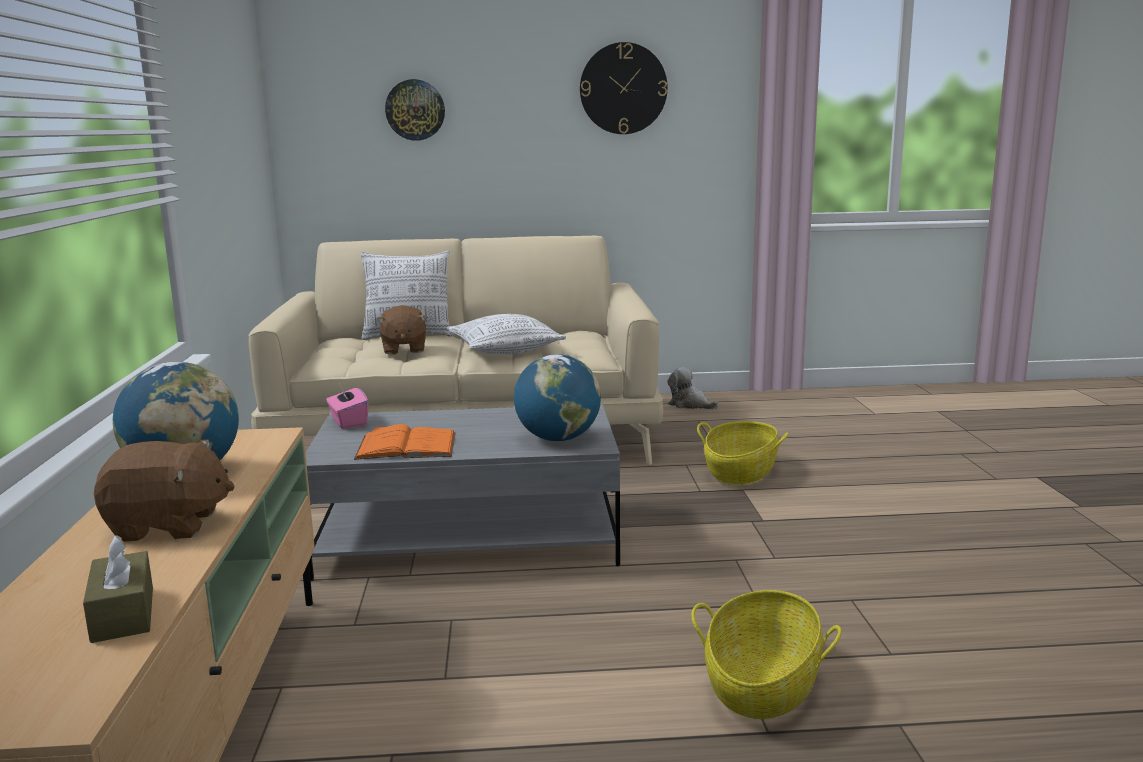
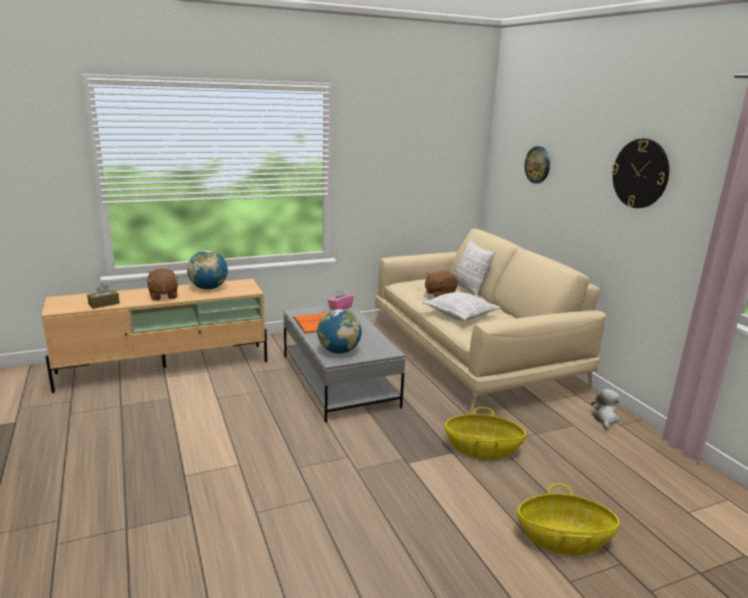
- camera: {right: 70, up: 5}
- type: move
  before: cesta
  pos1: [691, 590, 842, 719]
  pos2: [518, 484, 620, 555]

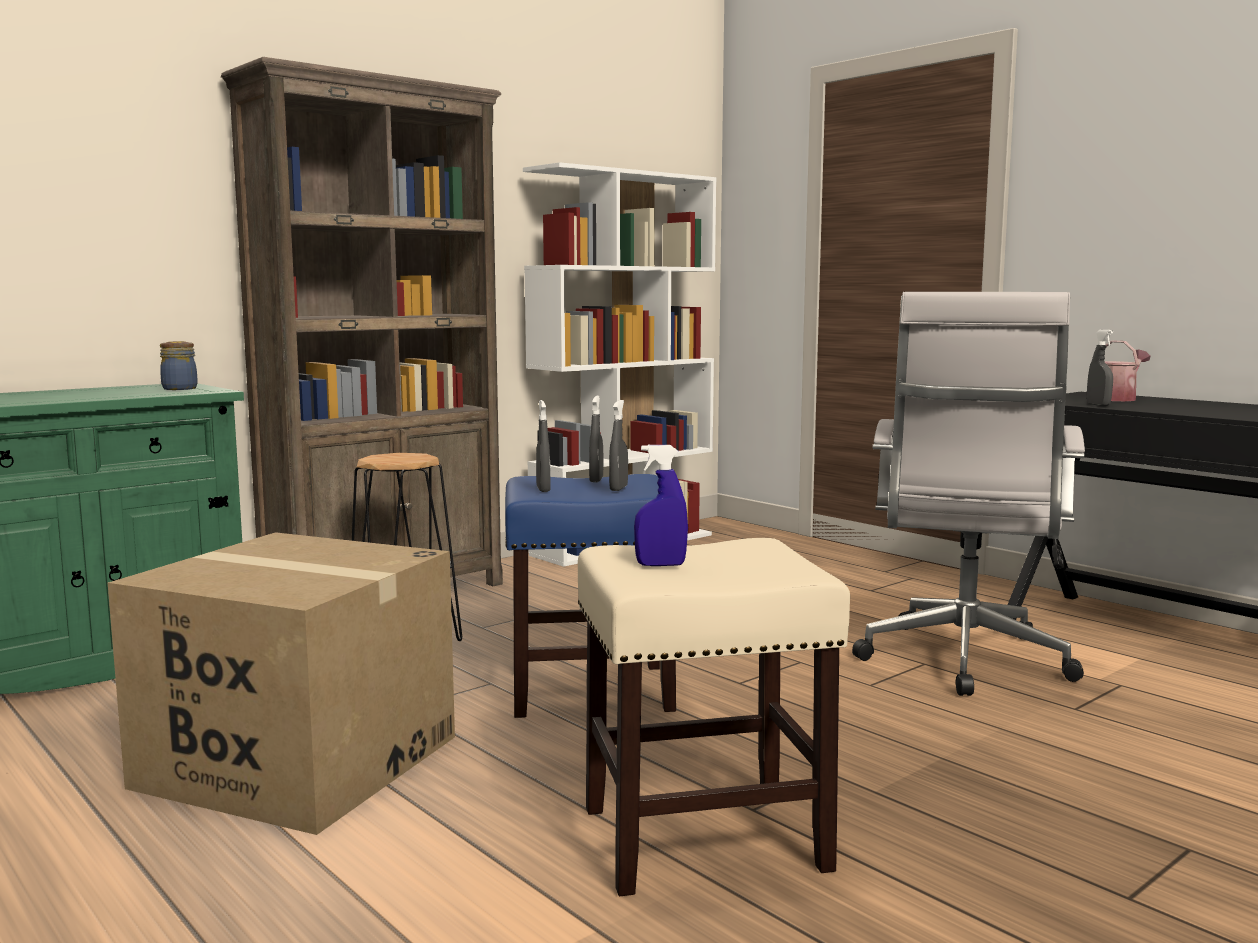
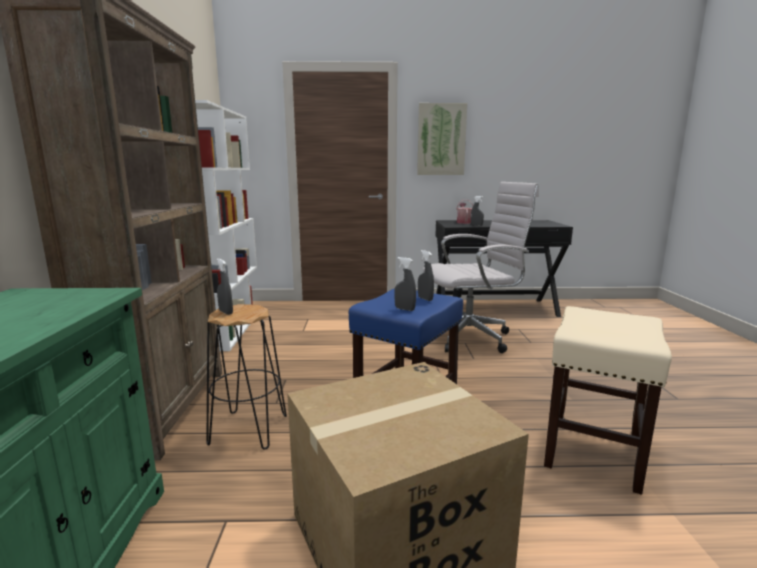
- camera: {right: -50, up: 5}
- type: delete
  before: tarro
  pos1: [160, 341, 198, 390]
- type: delete
  before: pulverizador (azul)
  pos1: [634, 445, 688, 566]
- type: insert
  after: cuadro
  pos2: [417, 103, 467, 175]
- type: move
  before: pulverizador (gris)
  pos1: [589, 396, 603, 482]
  pos2: [216, 259, 233, 315]
- type: rotate
  before: silla de oficina (blanco)
  pos1: [852, 292, 1085, 696]
  pos2: [423, 182, 539, 353]
  turn: -75

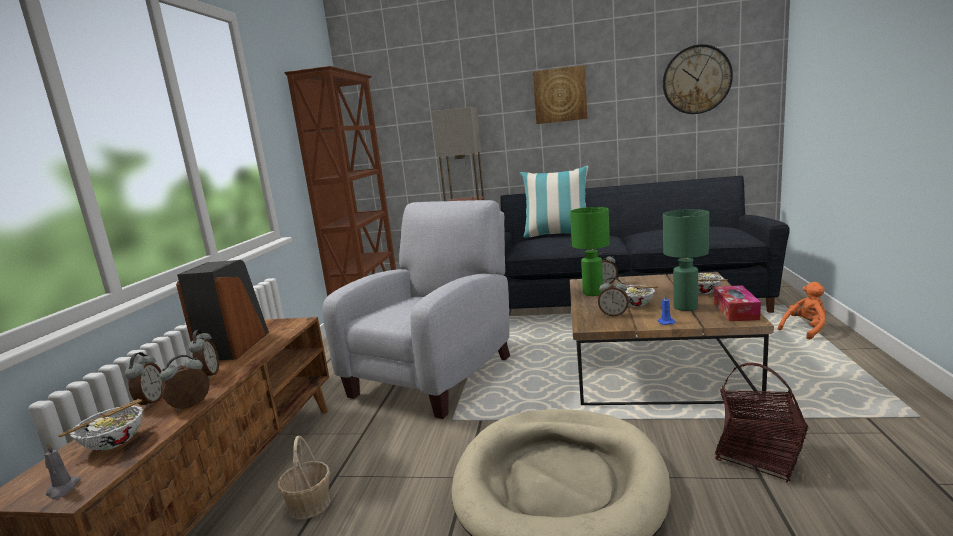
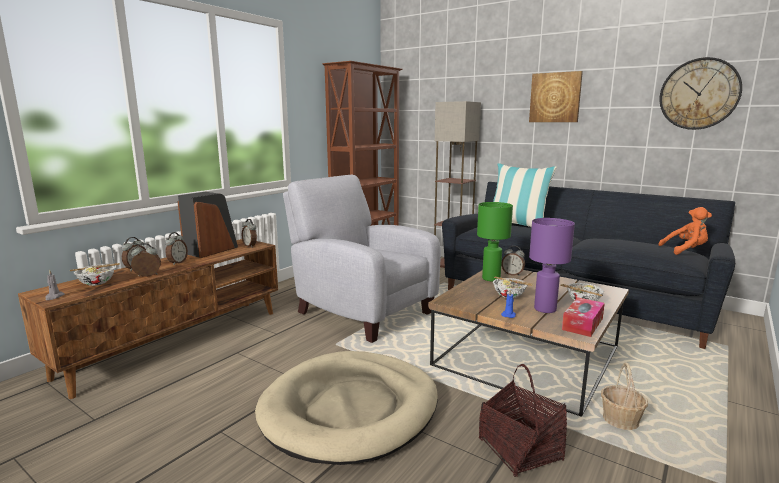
- camera: {right: 25, up: 0}
- type: move
  before: cesta
  pos1: [277, 436, 331, 520]
  pos2: [601, 363, 648, 430]
- type: move
  before: despertador
  pos1: [598, 277, 629, 316]
  pos2: [242, 219, 257, 248]
- type: move
  before: peluche (naranja)
  pos1: [778, 282, 826, 339]
  pos2: [658, 207, 712, 255]
- type: recolor
  before: lámpara de mesa (verde)
  after: lámpara de mesa (morado)
  pos1: [663, 209, 709, 311]
  pos2: [529, 218, 575, 313]
- type: rotate
  before: sillón (gris)
  pos1: [322, 200, 510, 419]
  pos2: [283, 175, 441, 343]
  turn: -105

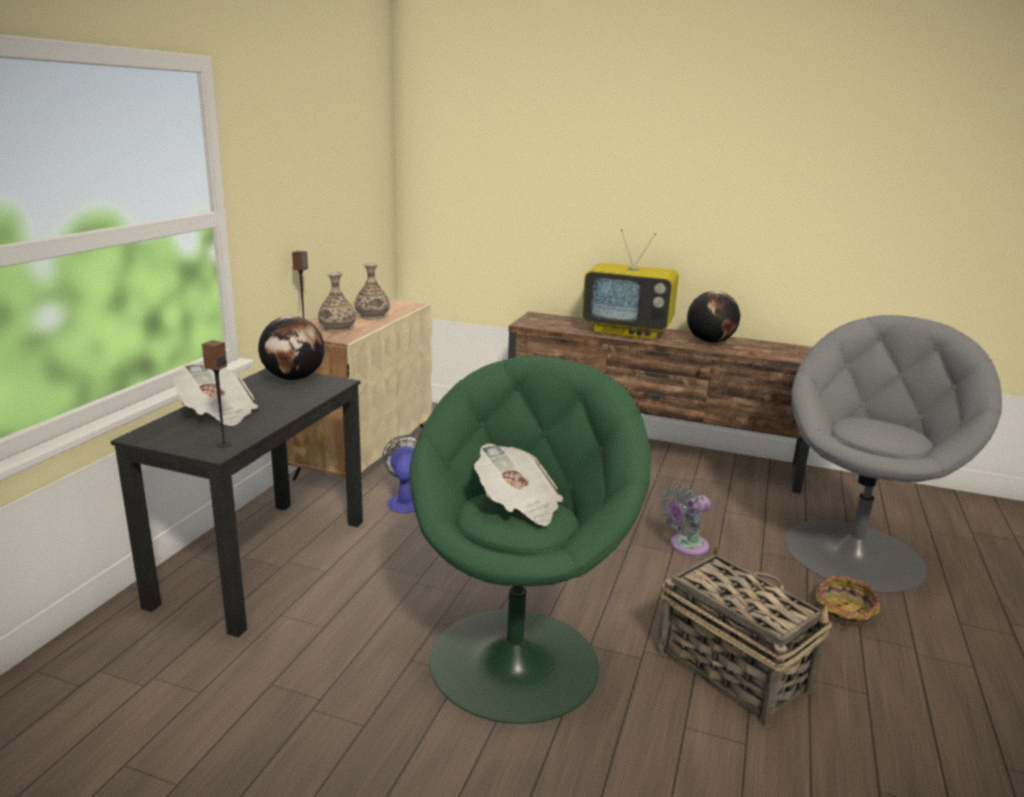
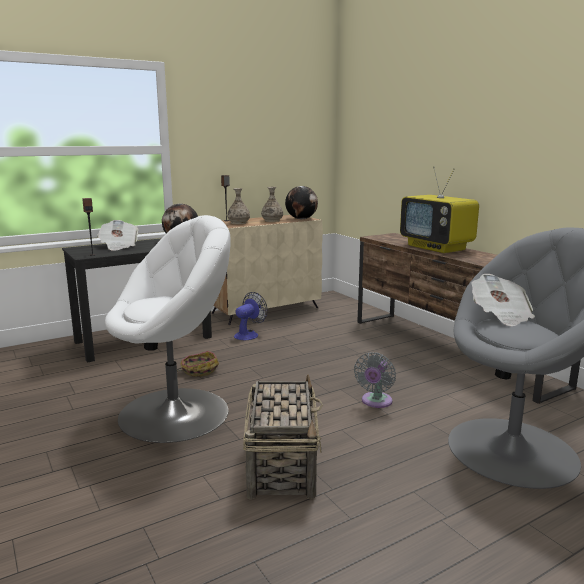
- camera: {right: 40, up: -5}
- type: move
  before: periódico
  pos1: [474, 443, 563, 526]
  pos2: [471, 274, 535, 326]
- type: move
  before: globo terráqueo
  pos1: [687, 291, 740, 343]
  pos2: [285, 186, 318, 219]
- type: move
  before: cesta
  pos1: [816, 576, 880, 627]
  pos2: [177, 351, 219, 377]
- type: recolor
  before: sillón (verde)
  after: sillón (blanco)
  pos1: [410, 356, 651, 724]
  pos2: [105, 215, 230, 443]
- type: rotate
  before: ventilador (gris)
  pos1: [662, 484, 711, 556]
  pos2: [354, 352, 396, 408]
  turn: -75

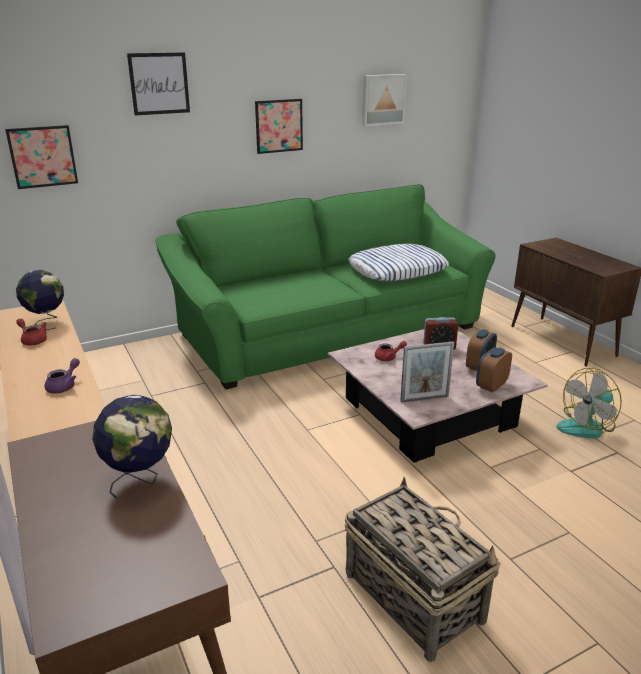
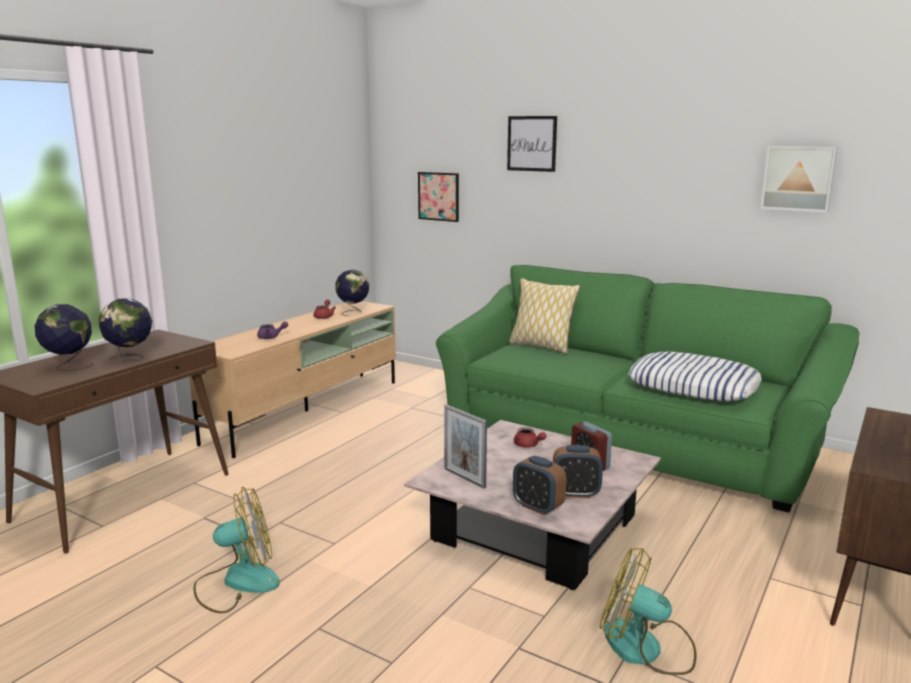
- camera: {right: 60, up: -10}
- type: delete
  before: cuadro
  pos1: [255, 99, 303, 154]
- type: insert
  after: globo terráqueo
  pos2: [35, 304, 93, 371]
- type: insert
  after: cojín
  pos2: [509, 278, 580, 354]
- type: replace
  before: cesta
  after: ventilador
  pos1: [345, 477, 501, 662]
  pos2: [193, 487, 280, 613]
- type: rotate
  before: despertador
  pos1: [476, 347, 512, 393]
  pos2: [513, 456, 566, 515]
  turn: -150

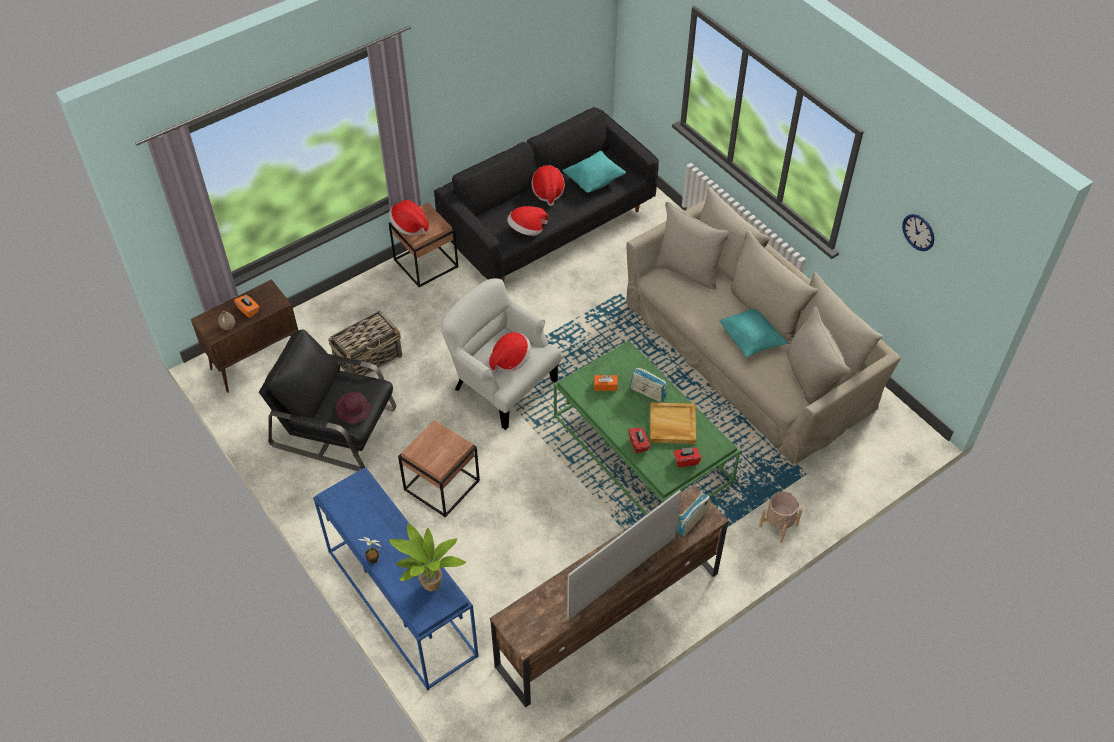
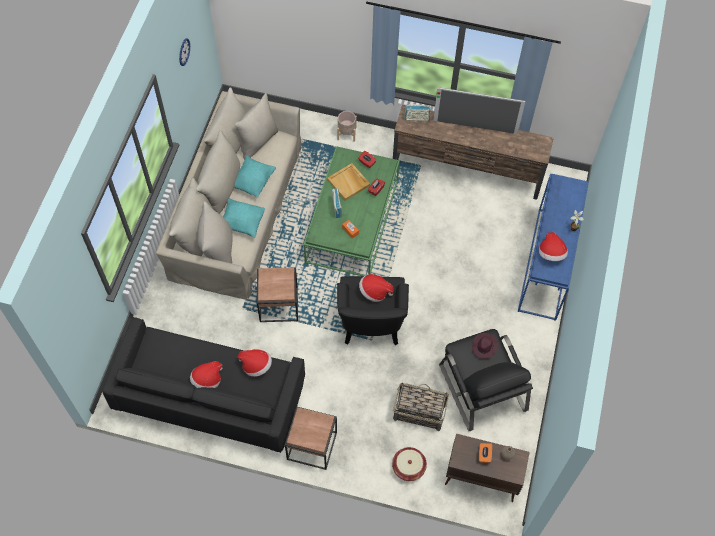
- camera: {right: -130, up: 10}
- type: delete
  before: planta en maceta
  pos1: [389, 523, 466, 592]
- type: insert
  after: cesta
  pos2: [392, 447, 427, 481]
- type: move
  before: sombrero
  pos1: [389, 200, 429, 235]
  pos2: [539, 232, 568, 261]
- type: move
  before: mesa auxiliar (marrón)
  pos1: [398, 420, 480, 517]
  pos2: [257, 267, 298, 322]
- type: move
  before: cojín (turquesa)
  pos1: [562, 151, 626, 193]
  pos2: [223, 198, 265, 237]
- type: recolor
  before: sillón (blanco)
  after: sillón (negro)
  pos1: [441, 278, 562, 430]
  pos2: [337, 276, 409, 345]

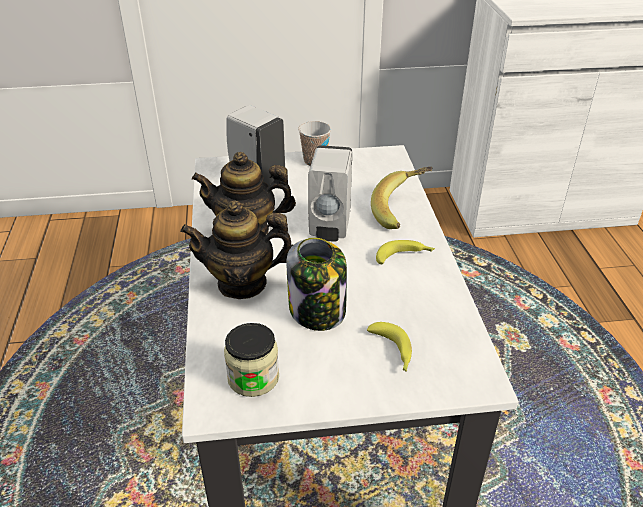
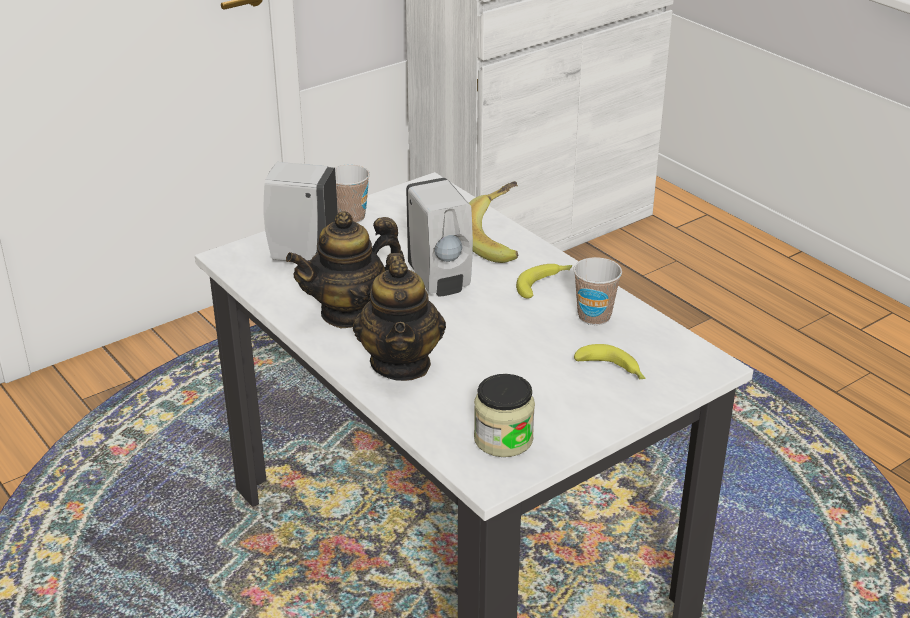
- camera: {right: -30, up: -5}
- type: delete
  before: tarro
  pos1: [287, 238, 347, 331]
- type: insert
  after: taza
  pos2: [573, 257, 622, 325]
- type: rotate
  before: tetera
  pos1: [180, 201, 293, 299]
  pos2: [353, 253, 446, 381]
  turn: -60

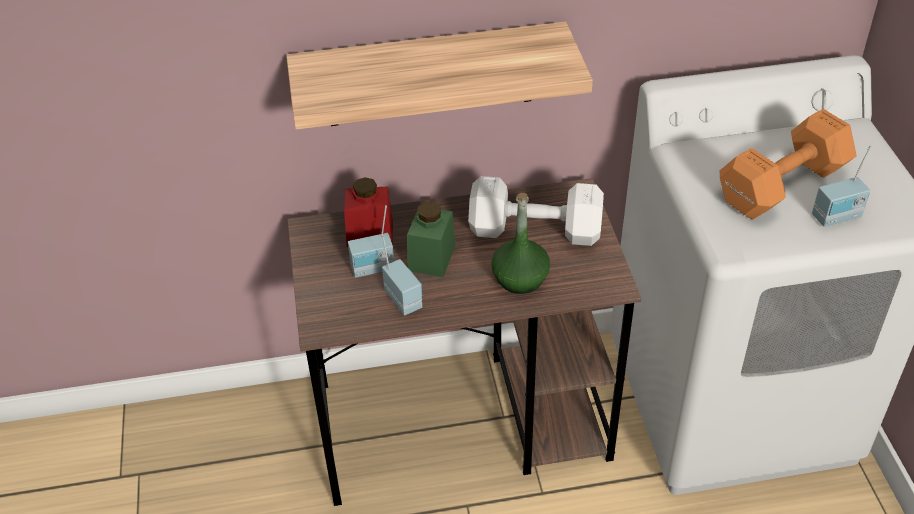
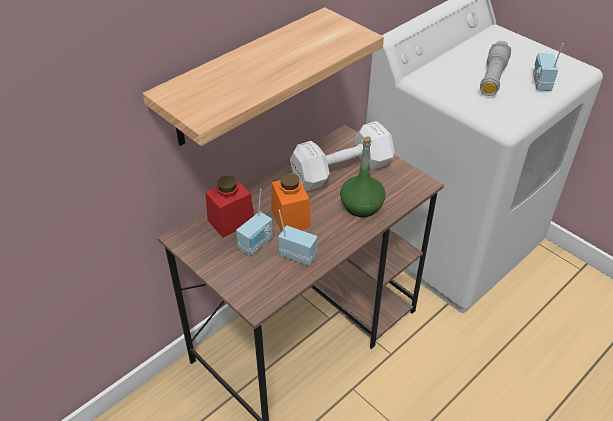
- camera: {right: -35, up: 0}
- type: replace
  before: mancuerna (naranja)
  after: linterna (gris)
  pos1: [720, 109, 857, 219]
  pos2: [480, 41, 511, 96]
- type: recolor
  before: tarro (verde)
  after: tarro (naranja)
  pos1: [407, 201, 456, 277]
  pos2: [272, 173, 311, 232]
- type: rotate
  before: radio
  pos1: [812, 145, 872, 227]
  pos2: [533, 43, 564, 91]
  turn: 150

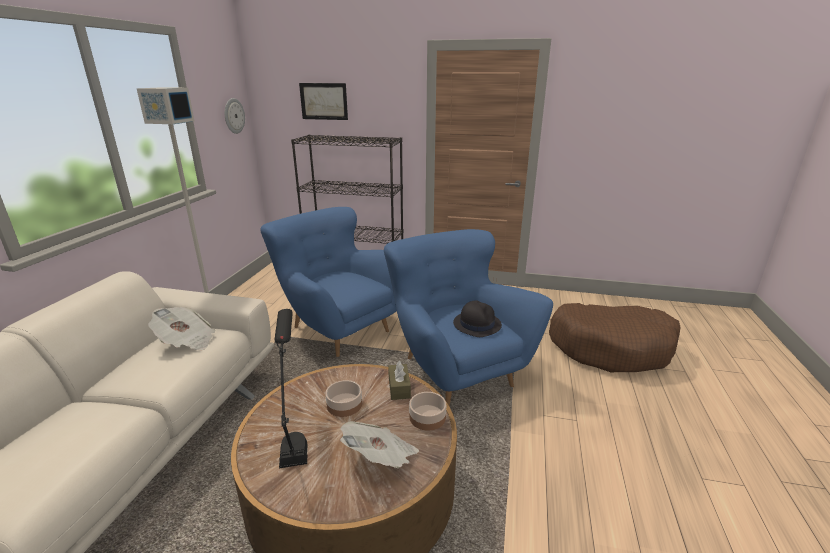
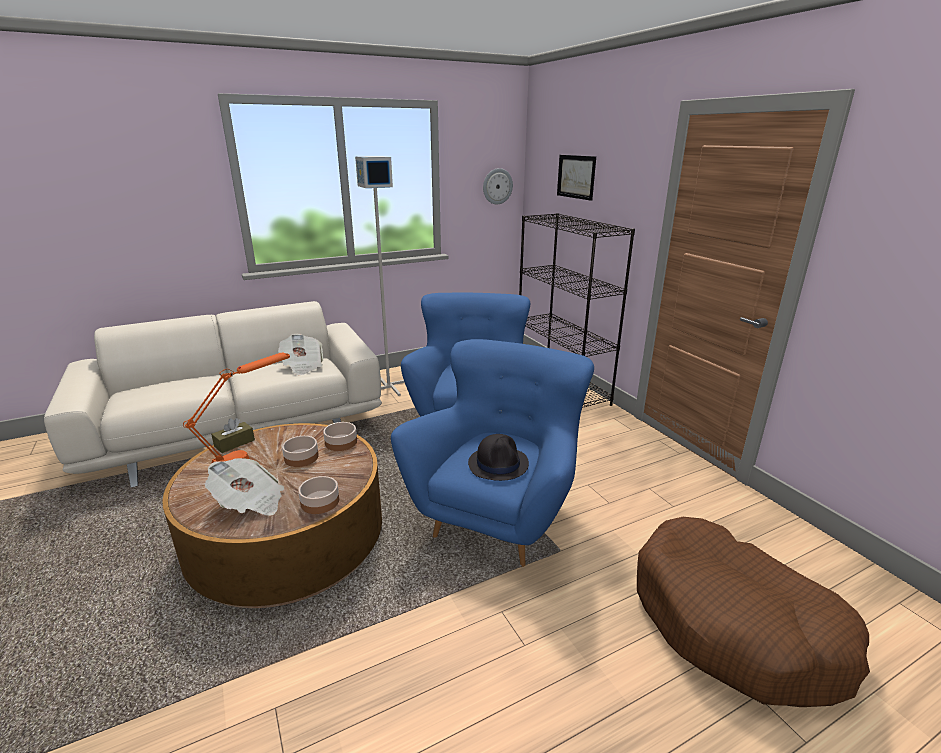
- camera: {right: 50, up: 0}
- type: insert
  after: cuenco
  pos2: [323, 422, 357, 451]
- type: move
  before: caja de pañuelos (marrón)
  pos1: [388, 361, 411, 400]
  pos2: [211, 418, 255, 453]
- type: recolor
  before: lámpara de mesa (negro)
  after: lámpara de mesa (naranja)
  pos1: [274, 309, 308, 468]
  pos2: [183, 353, 290, 464]

